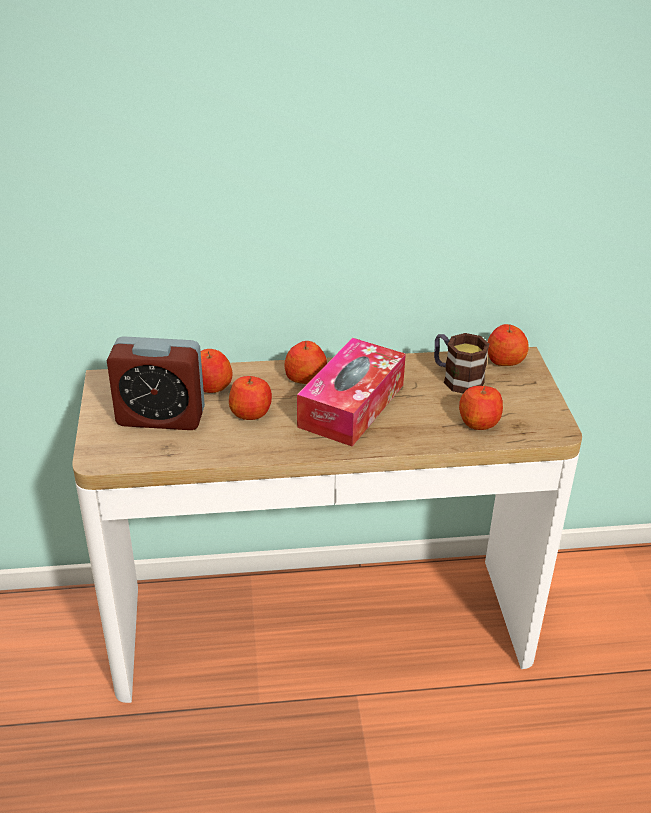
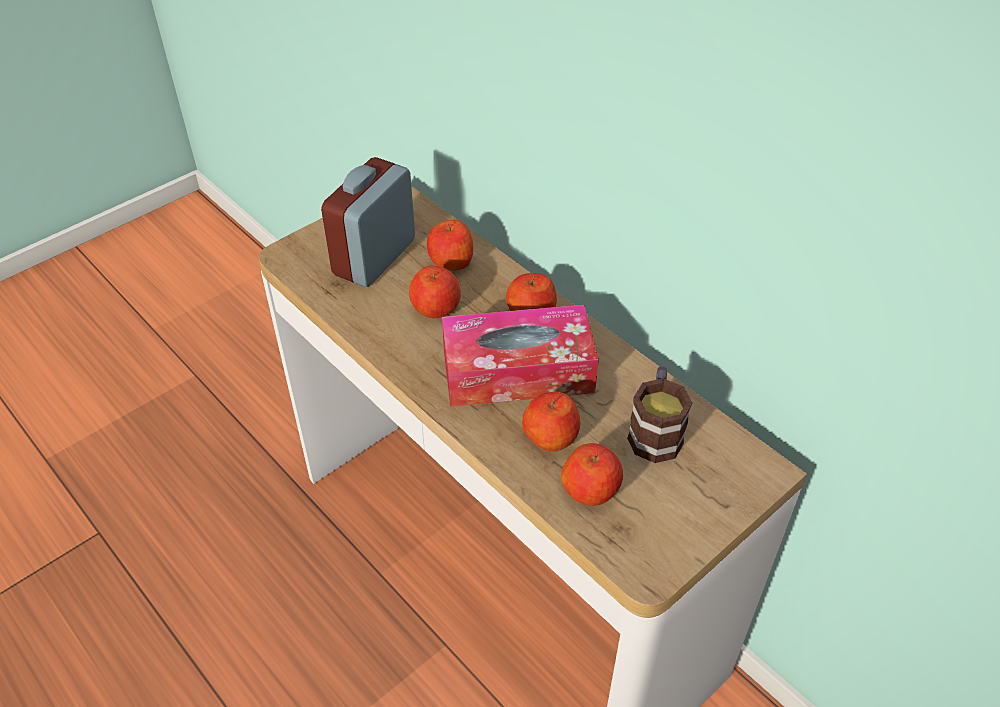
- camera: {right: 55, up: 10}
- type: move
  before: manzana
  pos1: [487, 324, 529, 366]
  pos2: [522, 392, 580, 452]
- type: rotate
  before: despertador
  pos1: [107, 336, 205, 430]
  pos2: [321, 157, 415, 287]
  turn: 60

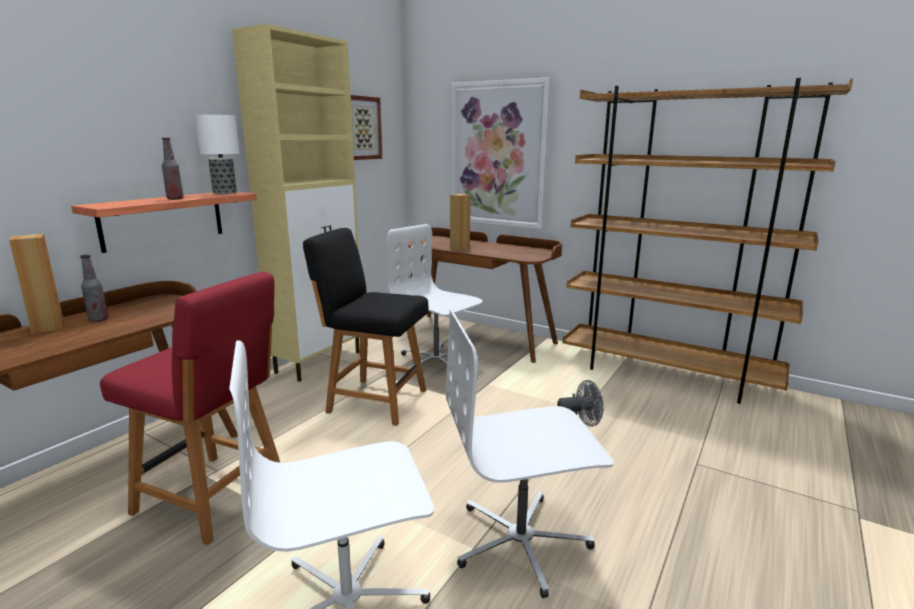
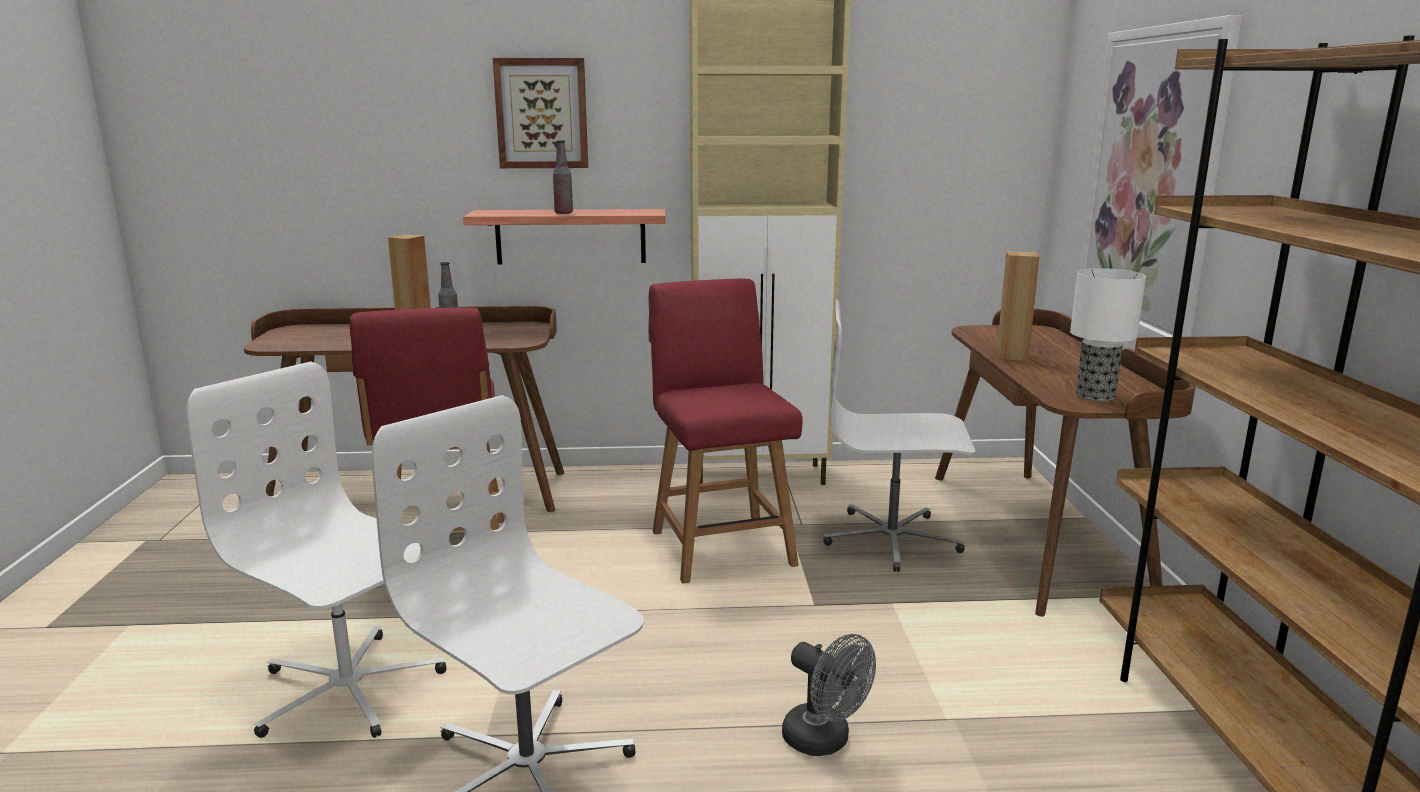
- camera: {right: 55, up: 0}
- type: move
  before: lámpara de mesa
  pos1: [194, 115, 240, 194]
  pos2: [1070, 268, 1146, 402]
- type: move
  before: cuadro
  pos1: [351, 95, 382, 160]
  pos2: [493, 58, 588, 168]
- type: recolor
  before: silla (negro)
  after: silla (rojo)
  pos1: [303, 228, 429, 426]
  pos2: [648, 279, 803, 583]
- type: rotate
  before: silla de oficina (blanco)
  pos1: [387, 224, 482, 368]
  pos2: [823, 300, 975, 572]
  turn: -90

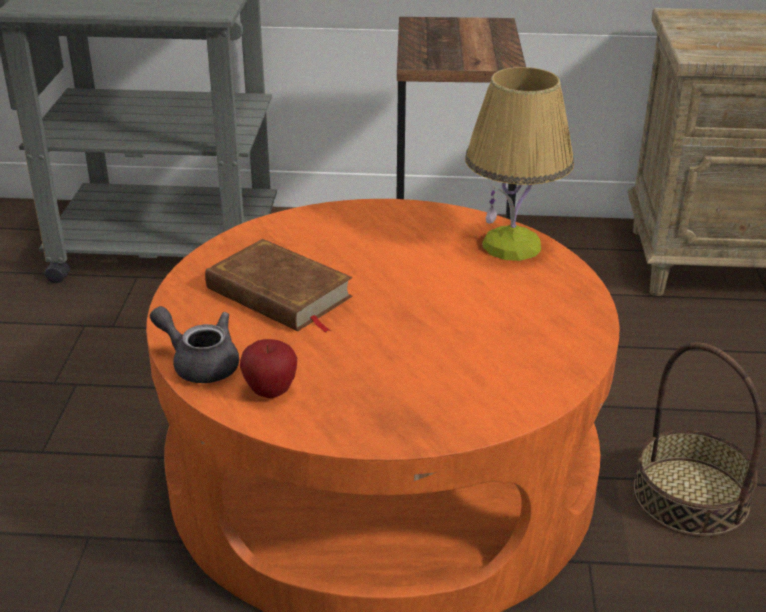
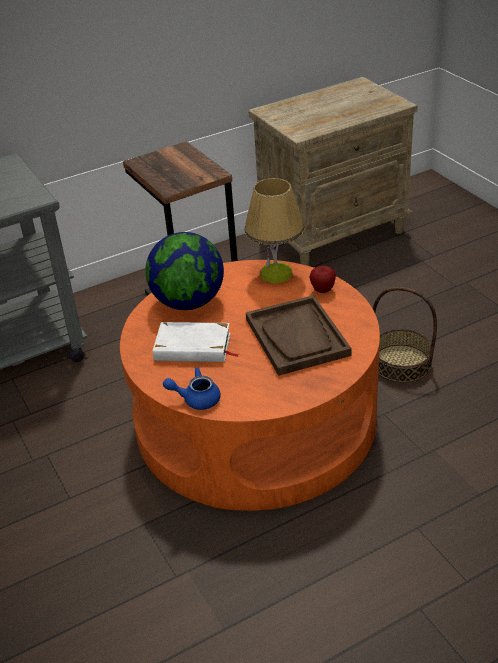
- camera: {right: -30, up: 5}
- type: insert
  after: globo terráqueo
  pos2: [145, 232, 224, 310]
- type: insert
  after: bandeja (marrón)
  pos2: [246, 295, 352, 376]
- type: move
  before: manzana
  pos1: [240, 339, 297, 398]
  pos2: [309, 266, 336, 293]
- type: recolor
  before: tetera (gris)
  after: tetera (azul)
  pos1: [150, 306, 239, 383]
  pos2: [163, 367, 221, 410]
- type: recolor
  before: libro (marrón)
  after: libro (blanco)
  pos1: [205, 239, 353, 333]
  pos2: [152, 322, 239, 362]

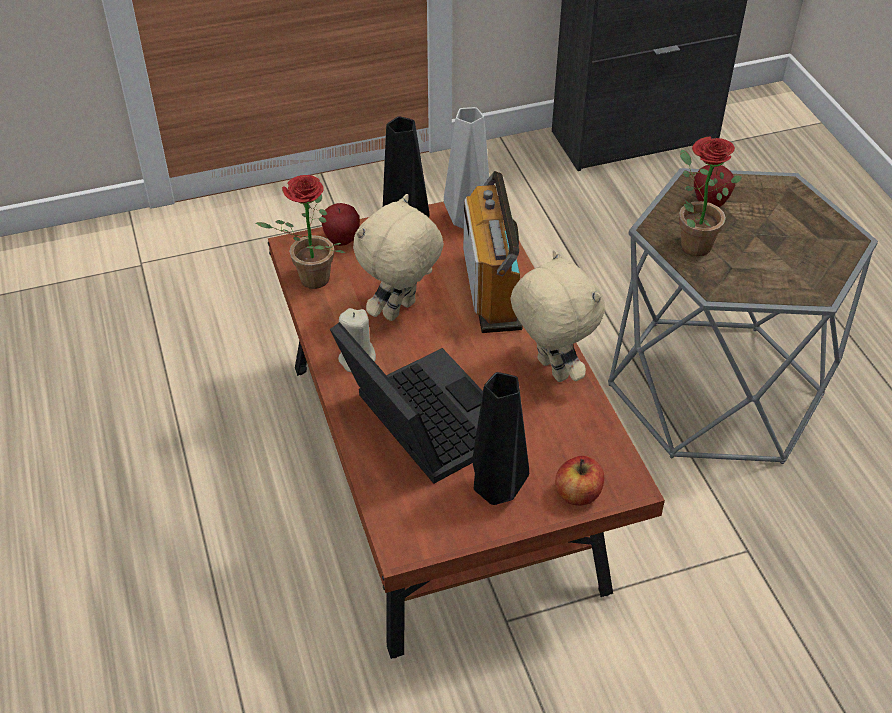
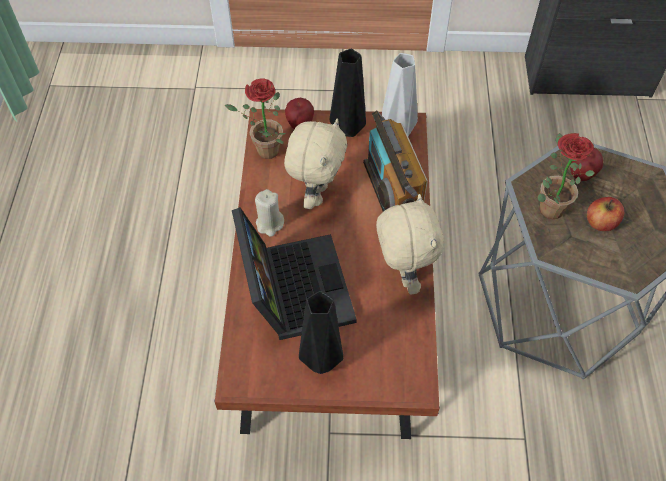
- camera: {right: 20, up: 10}
- type: move
  before: manzana
  pos1: [555, 456, 604, 506]
  pos2: [587, 197, 624, 231]
- type: rotate
  before: peluche (beis)
  pos1: [353, 194, 444, 321]
  pos2: [284, 119, 347, 209]
  turn: 135
- type: rotate
  before: radio
  pos1: [463, 171, 523, 333]
  pos2: [363, 110, 428, 212]
  turn: 150

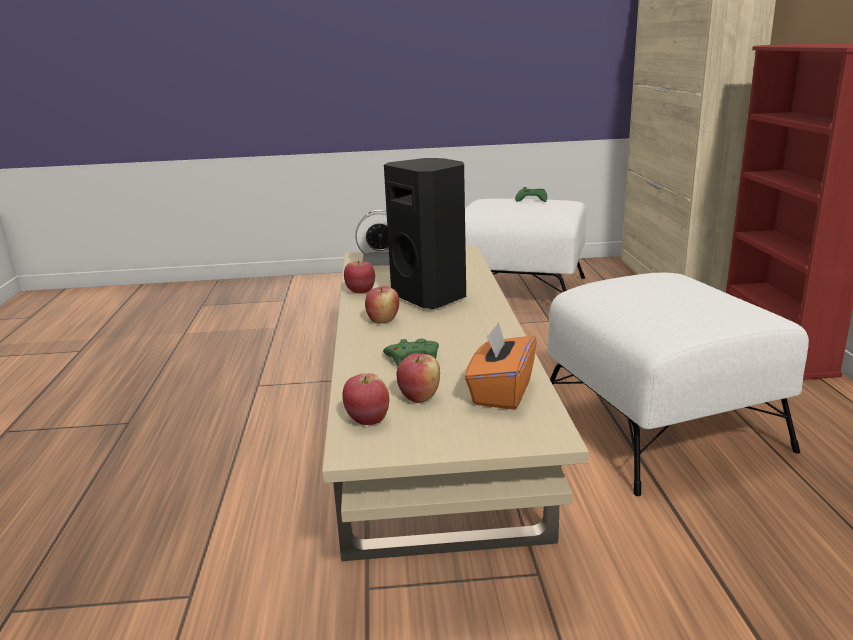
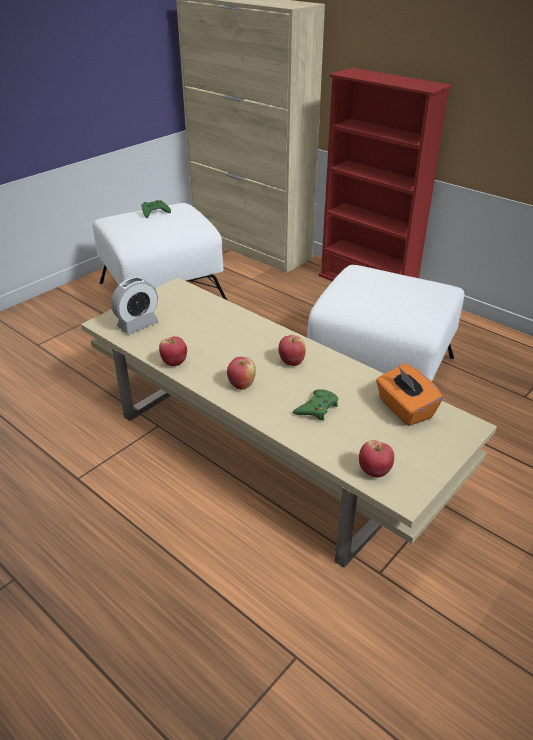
- camera: {right: -45, up: 15}
- type: delete
  before: altavoz (negro)
  pos1: [384, 158, 466, 309]
- type: move
  before: manzana
  pos1: [397, 353, 440, 403]
  pos2: [278, 335, 306, 366]

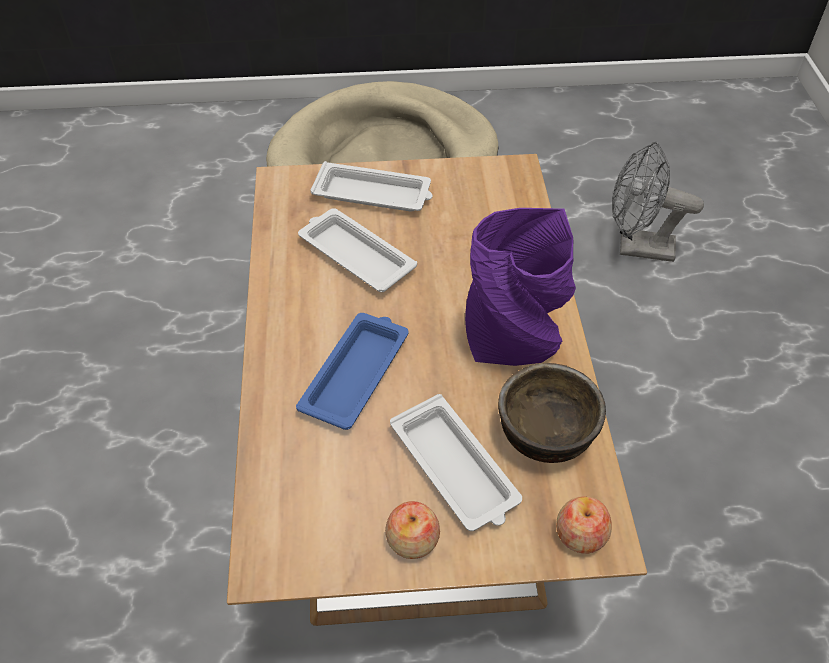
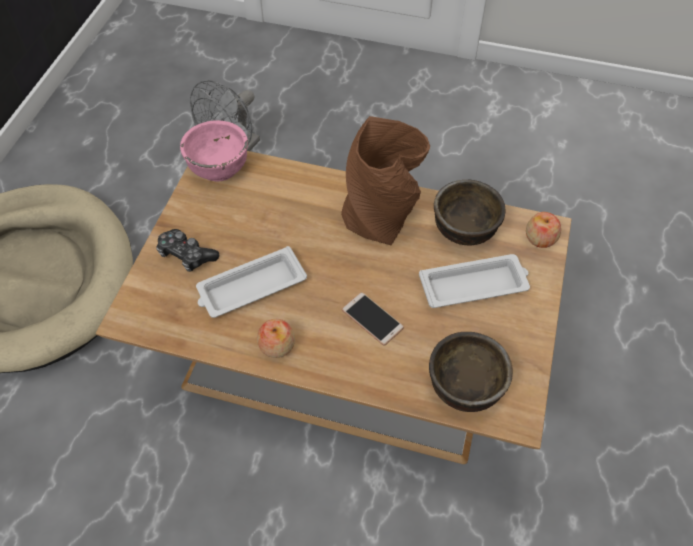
- camera: {right: -70, up: 5}
- type: insert
  after: cuenco (rosa)
  pos2: [180, 120, 248, 181]
- type: insert
  after: cuenco (marrón)
  pos2: [429, 332, 513, 412]
- type: move
  before: manzana
  pos1: [385, 501, 440, 559]
  pos2: [257, 319, 295, 358]
- type: replace
  before: bandeja (azul)
  after: móvil
  pos1: [296, 313, 409, 430]
  pos2: [342, 292, 404, 346]
- type: replace
  before: bandeja (blanco)
  after: mando de consola
  pos1: [310, 161, 433, 211]
  pos2: [156, 229, 219, 272]
- type: recolor
  before: florero (morado)
  after: florero (marrón)
  pos1: [465, 208, 576, 366]
  pos2: [341, 116, 430, 246]

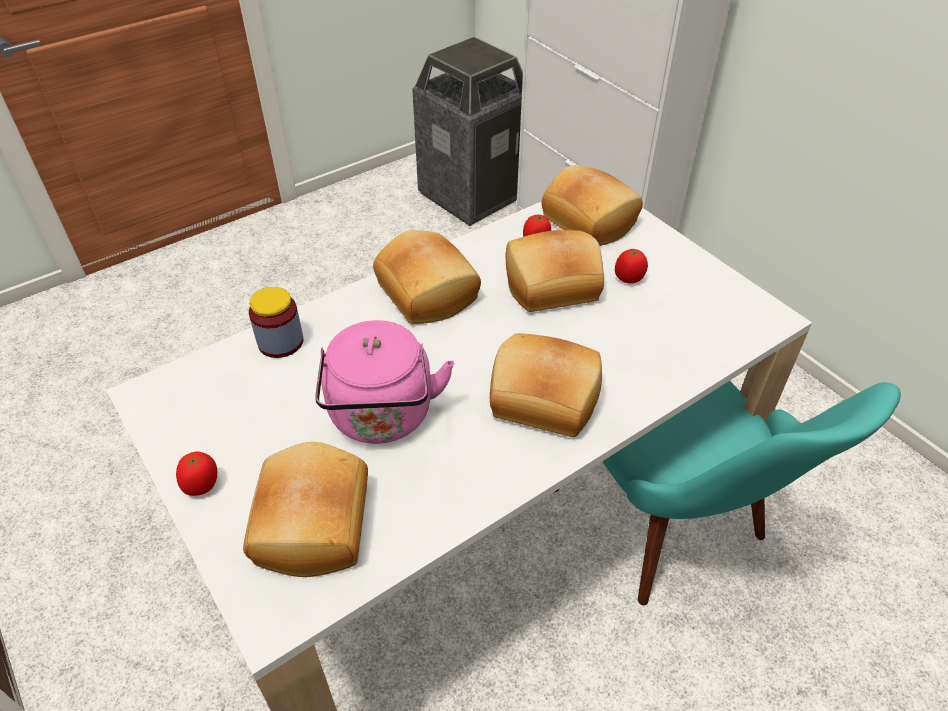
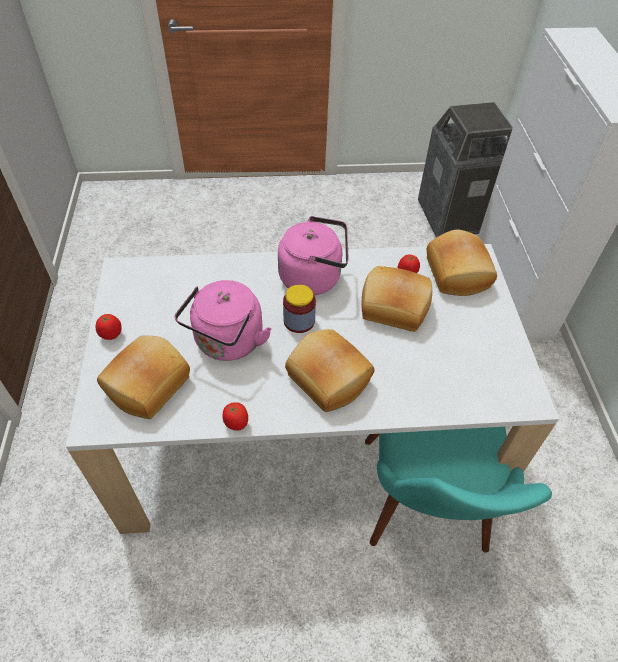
- camera: {right: 30, up: 5}
- type: move
  before: tarro
  pos1: [249, 287, 303, 358]
  pos2: [283, 285, 316, 333]
- type: move
  before: tomate
  pos1: [615, 249, 648, 284]
  pos2: [223, 402, 248, 431]
- type: replace
  before: pan
  after: hervidor (rosa)
  pos1: [373, 230, 481, 324]
  pos2: [278, 216, 348, 295]

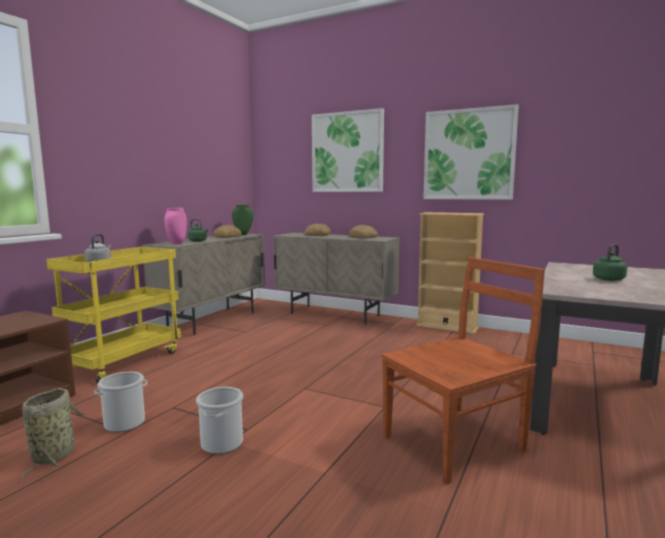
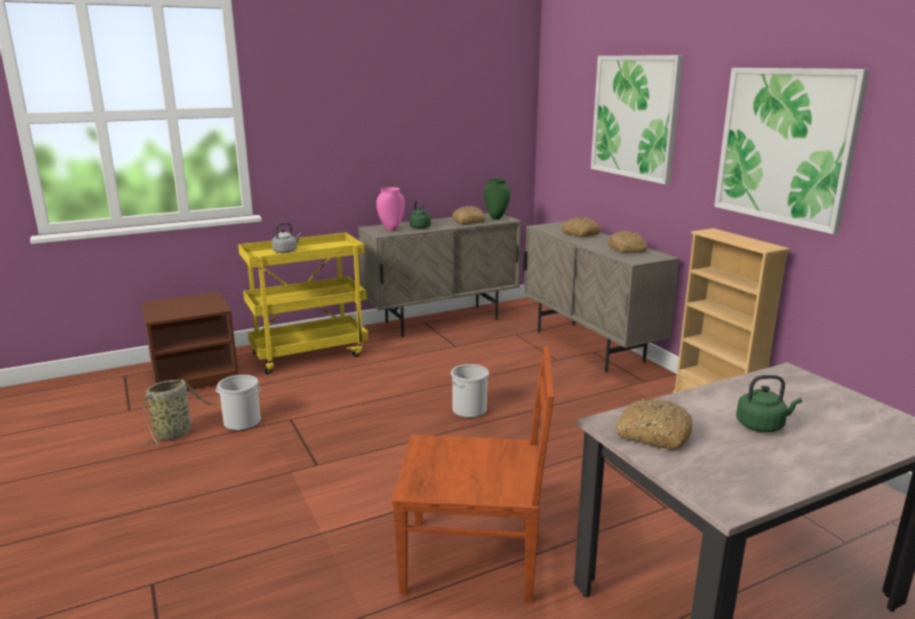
- camera: {right: 35, up: 10}
- type: insert
  after: pan
  pos2: [616, 398, 692, 450]
- type: move
  before: cubo
  pos1: [196, 387, 243, 454]
  pos2: [451, 364, 489, 418]

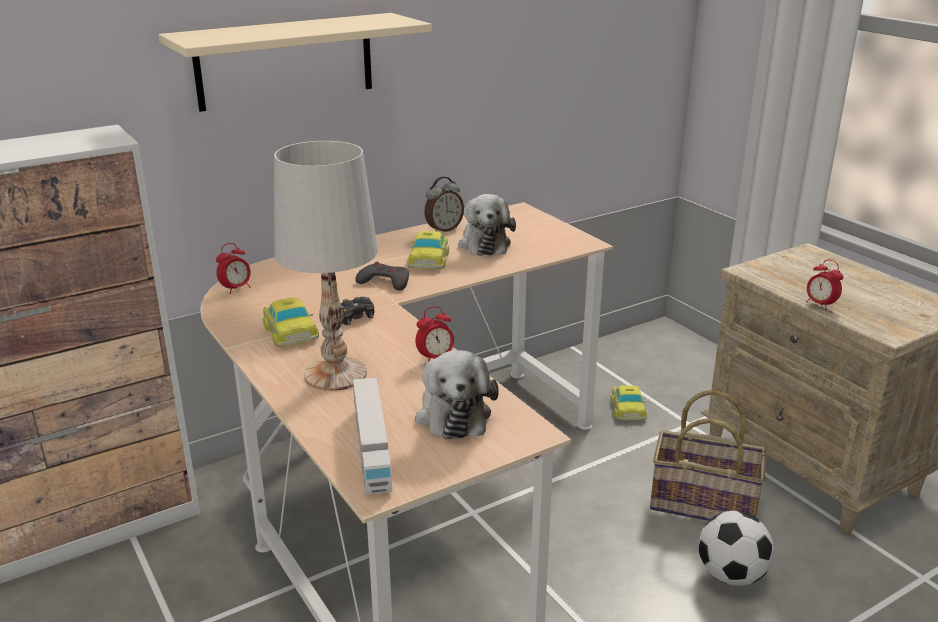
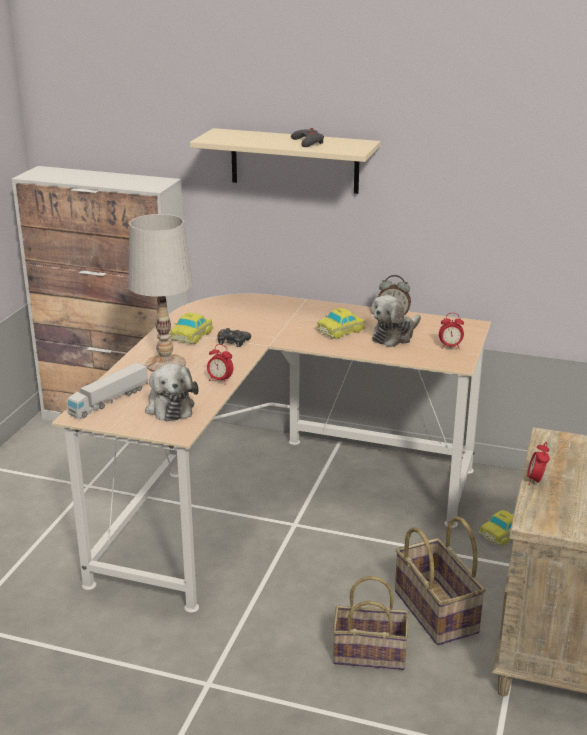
- camera: {right: 50, up: 0}
- type: move
  before: despertador
  pos1: [216, 243, 251, 294]
  pos2: [439, 313, 464, 349]
- type: move
  before: mando de consola (gris)
  pos1: [355, 262, 409, 291]
  pos2: [291, 128, 324, 147]
- type: replace
  before: balón de fútbol
  after: cesta
  pos1: [698, 511, 774, 586]
  pos2: [333, 576, 409, 670]
- type: rotate
  before: peluche
  pos1: [415, 350, 499, 439]
  pos2: [145, 363, 199, 421]
  turn: -60

